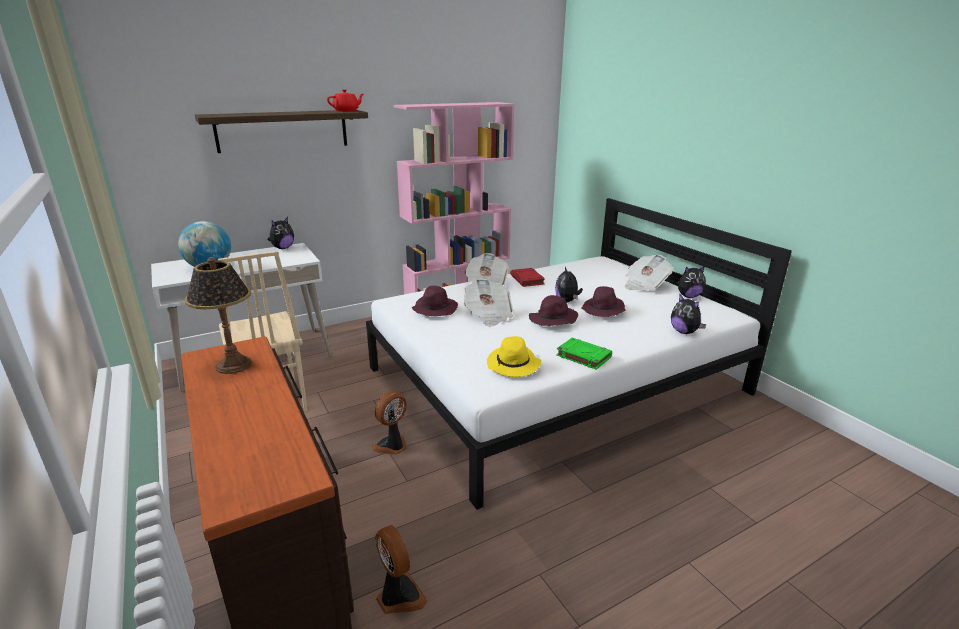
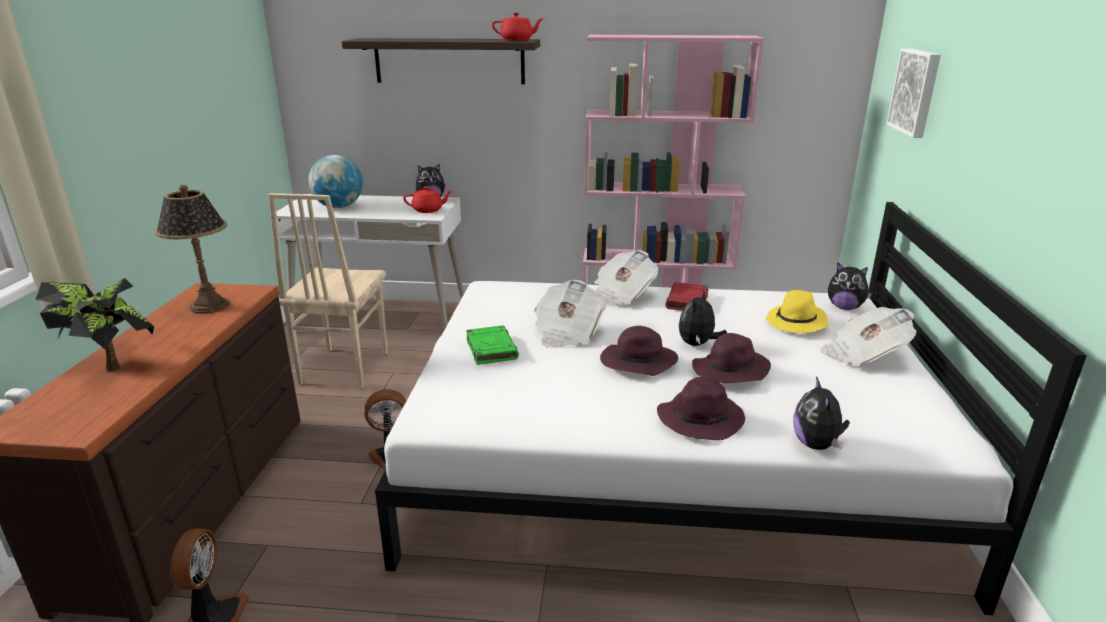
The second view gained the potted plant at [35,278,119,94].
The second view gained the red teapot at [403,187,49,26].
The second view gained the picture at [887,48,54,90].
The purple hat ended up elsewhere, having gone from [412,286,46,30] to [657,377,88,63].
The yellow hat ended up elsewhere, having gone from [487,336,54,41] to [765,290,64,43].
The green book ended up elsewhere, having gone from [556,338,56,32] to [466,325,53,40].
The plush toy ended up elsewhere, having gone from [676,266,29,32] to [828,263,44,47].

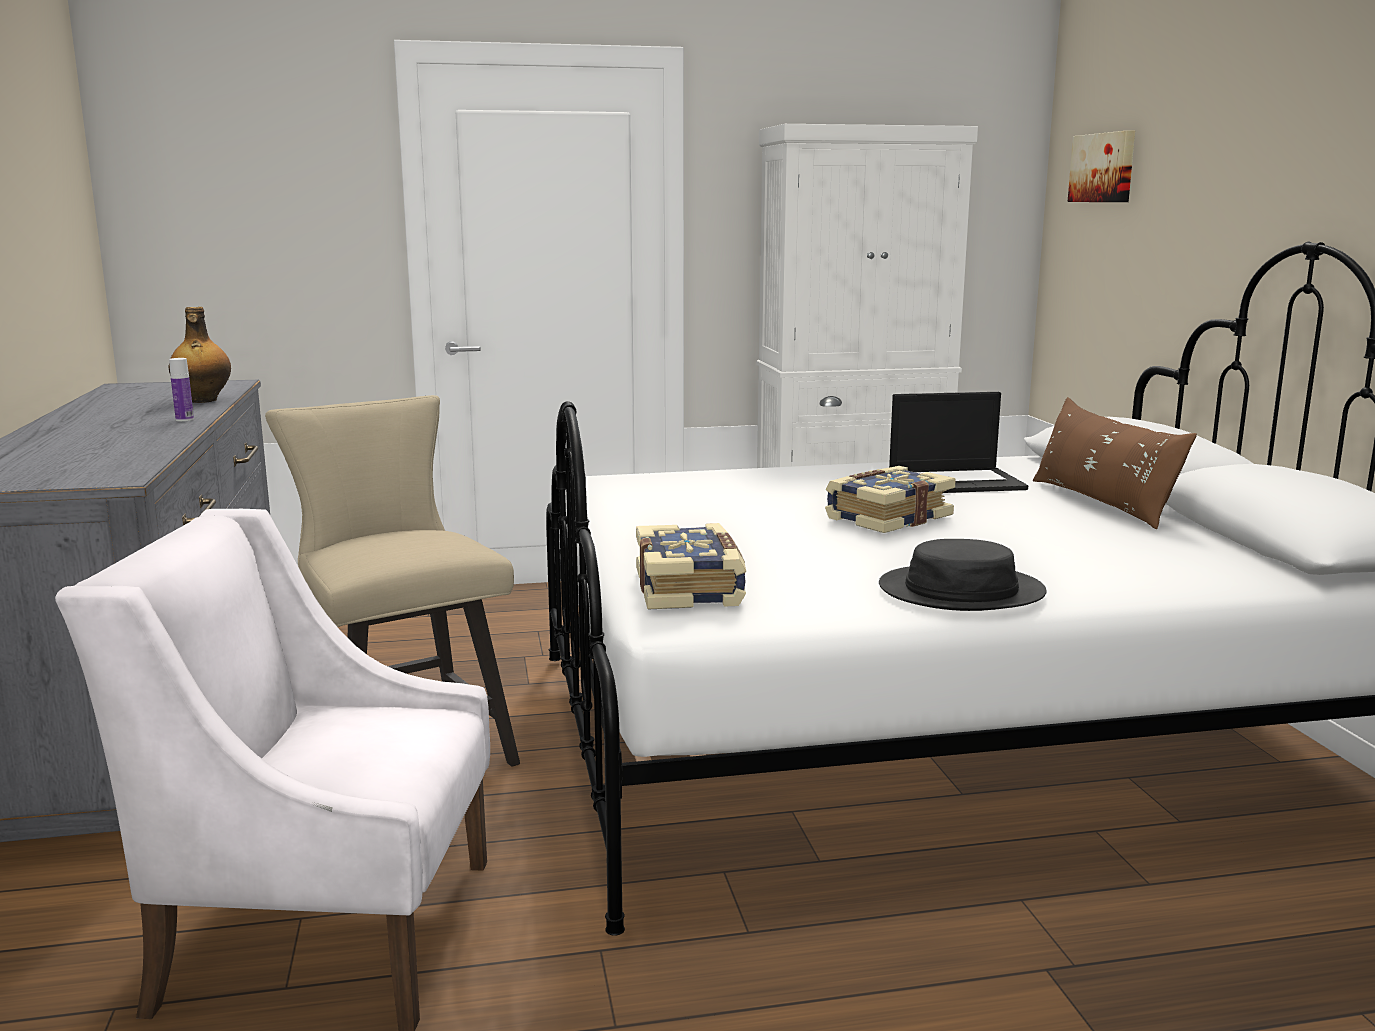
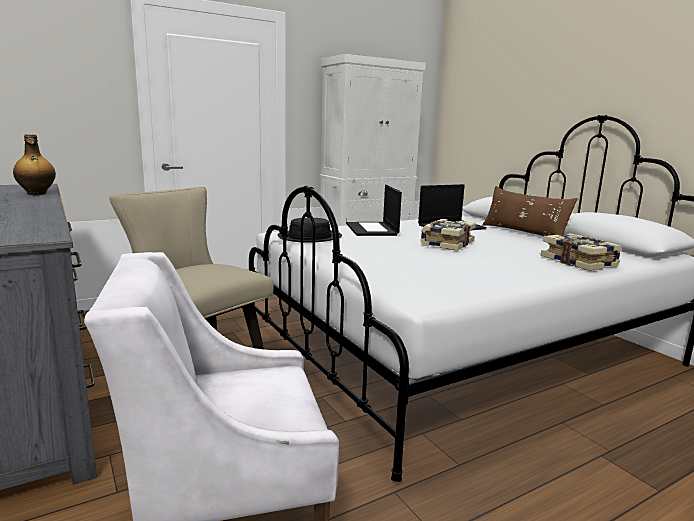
The second view lost the bottle at [169,358,25,63].
The second view lost the picture at [1068,131,67,71].
The second view gained the laptop at [346,185,56,51].
The book ended up elsewhere, having gone from [636,523,110,87] to [541,233,81,38].
The black hat ended up elsewhere, having gone from [879,539,168,72] to [278,218,64,25].

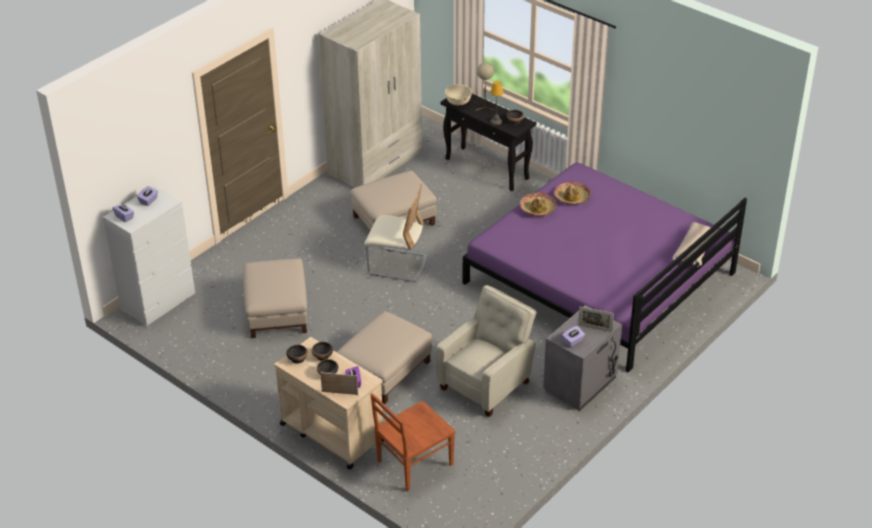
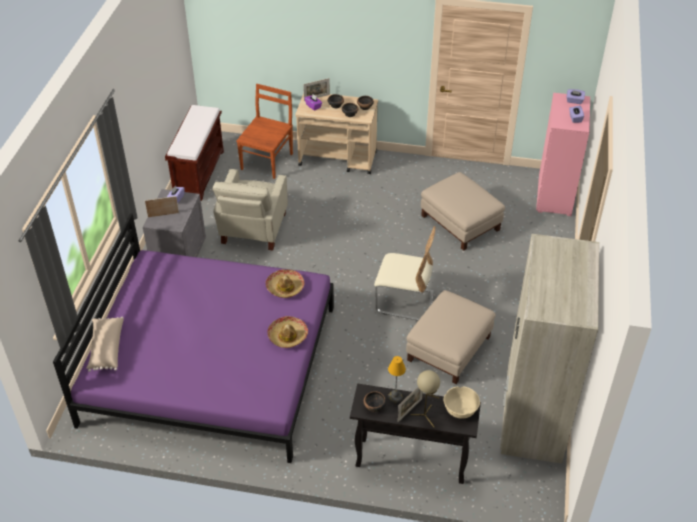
The second view lost the beige ottoman at [337,311,95,93].
The second view gained the brown bench at [165,105,59,96].
The second view gained the picture frame at [398,387,25,35].
The hat ended up elsewhere, having gone from [554,182,37,23] to [266,269,39,29].
What was the white dresser at [103,186,92,140] turned into the pink dresser at [536,93,54,123].
The beige chair at [364,184,63,98] ended up facing another way, 150 degrees counterclockwise from before.

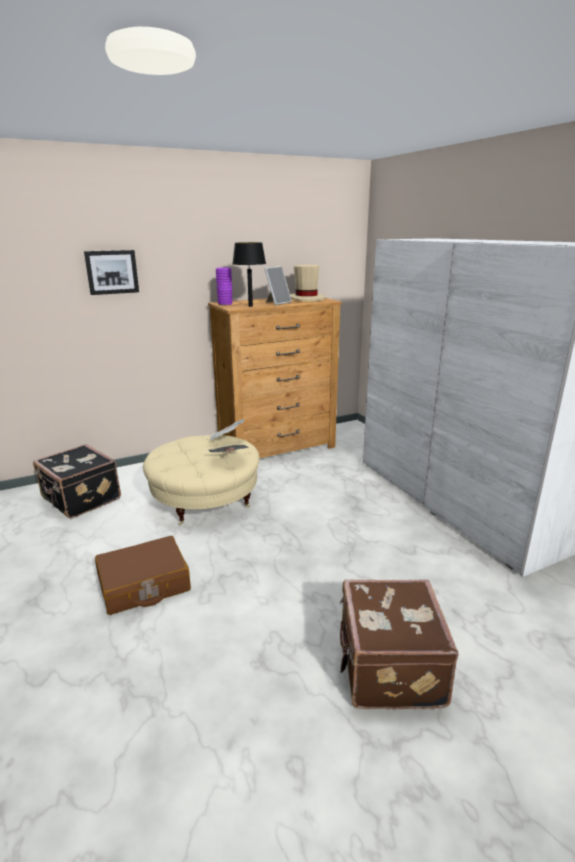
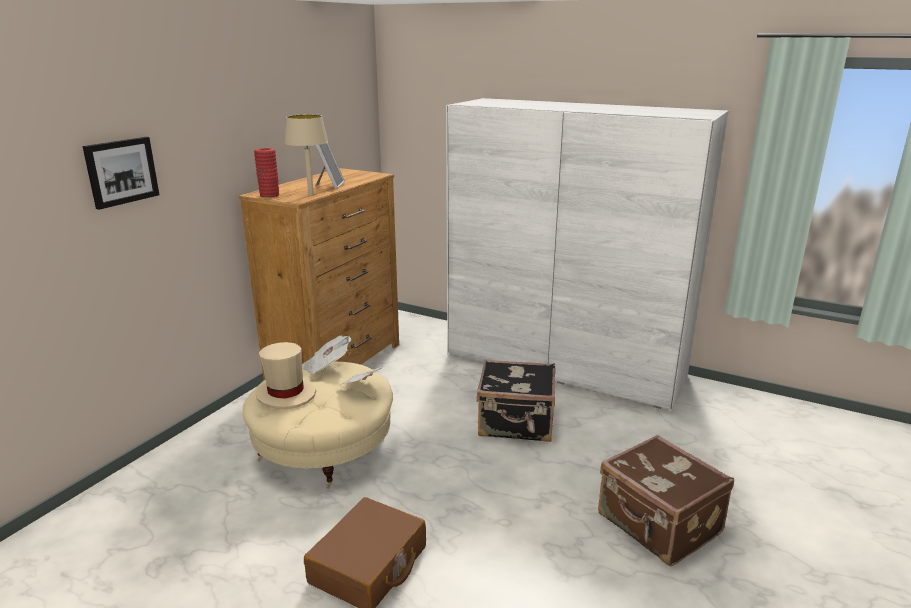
The black suitcase ended up elsewhere, having gone from [33,444,88,75] to [477,359,78,83].
The beige hat ended up elsewhere, having gone from [290,265,35,36] to [255,342,61,68].
What was the purple vase at [216,267,16,38] turned into the red vase at [254,148,25,50].
What was the black table lamp at [232,242,34,65] turned into the beige table lamp at [284,114,44,81].

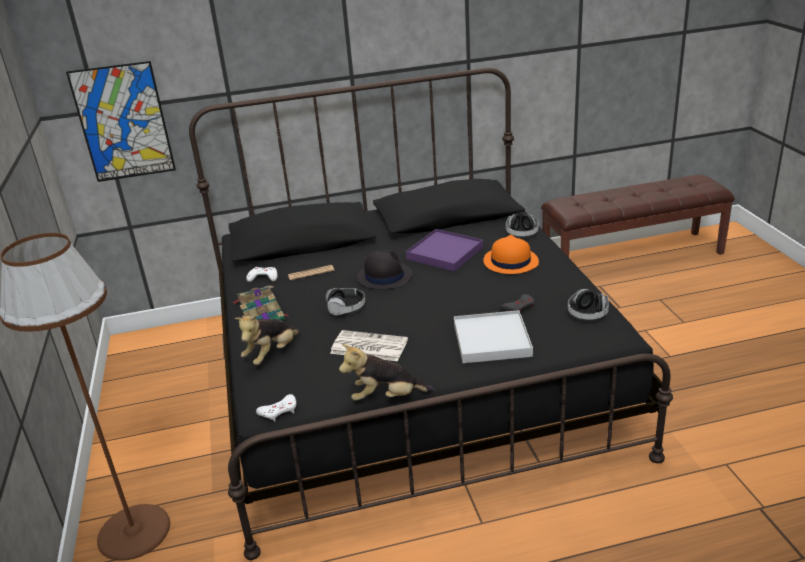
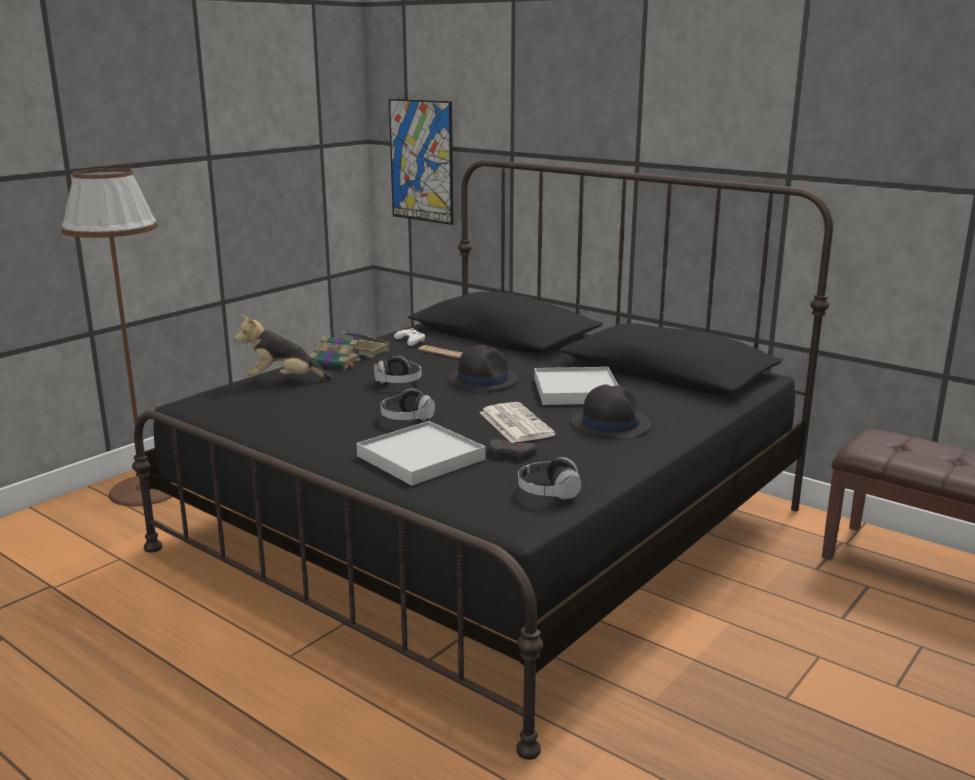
The second view lost the white game controller at [256,394,40,28].
The second view lost the plush toy at [339,344,96,57].
The newspaper ended up elsewhere, having gone from [330,330,78,31] to [479,402,77,41].
The headphones ended up elsewhere, having gone from [506,214,33,22] to [381,389,54,32].
What was the purple tray at [406,229,77,43] turned into the white tray at [534,367,85,38].
What was the orange hat at [483,235,56,39] turned into the black hat at [571,384,80,55].

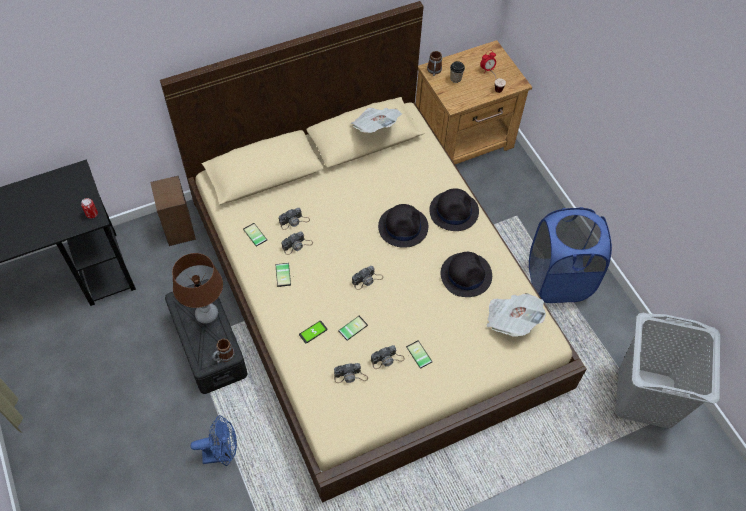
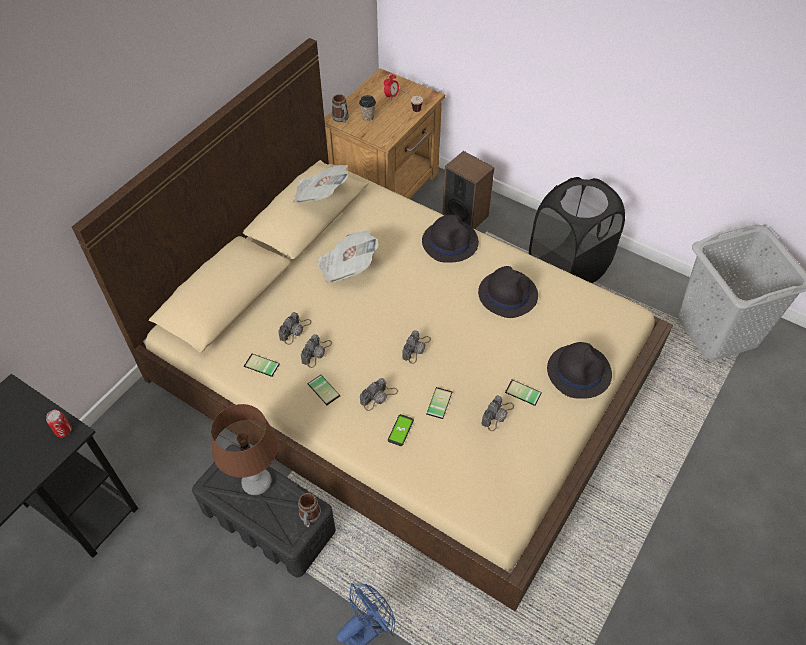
The speaker ended up elsewhere, having gone from [150,176,46,70] to [442,151,53,78].
The photo camera ended up elsewhere, having gone from [334,363,34,20] to [360,378,38,33].
The black hat ended up elsewhere, having gone from [378,204,50,44] to [547,342,65,57].
The newspaper ended up elsewhere, having gone from [486,293,60,44] to [317,230,62,53].
What was the blue laundry basket at [529,207,83,96] turned into the black laundry basket at [529,177,96,106].

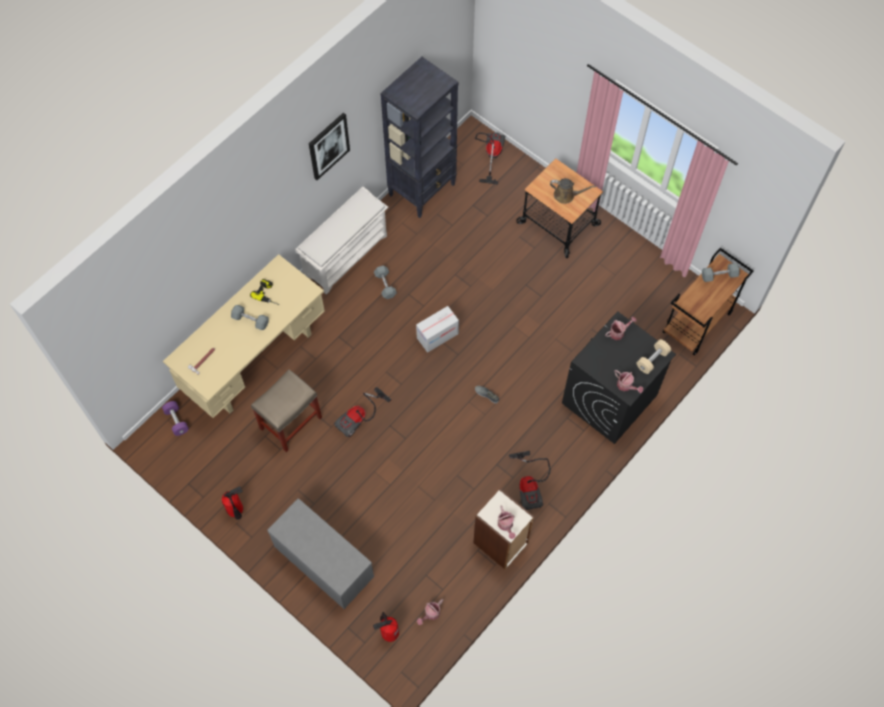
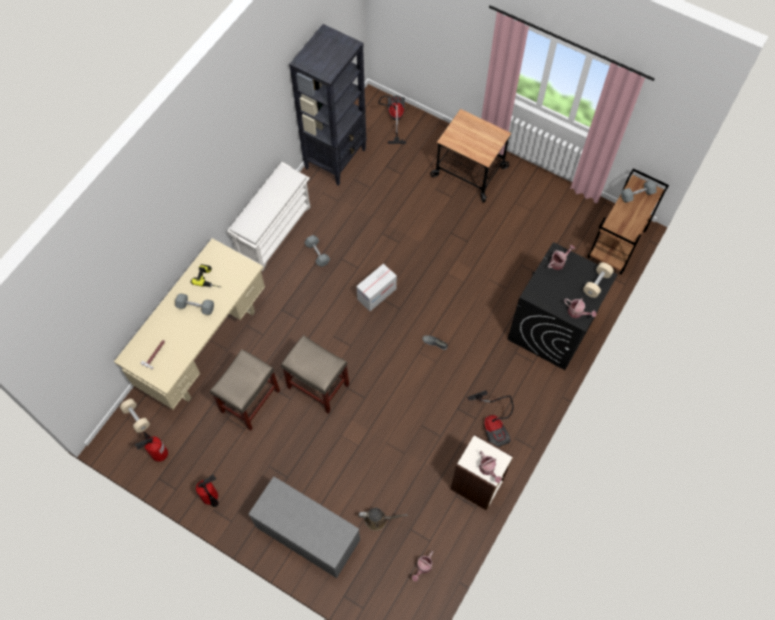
The second view lost the picture at [309,113,41,67].
The fire extinguisher ended up elsewhere, having gone from [373,612,26,30] to [135,432,33,30].
The brown watering can ended up elsewhere, having gone from [550,178,46,26] to [358,508,50,23].
Where the vacuum cleaner stood at [334,387,57,51], the beige stool came to stand at [281,335,68,78].
What was the purple dumbbell at [162,401,27,35] turned into the beige dumbbell at [120,399,30,34].

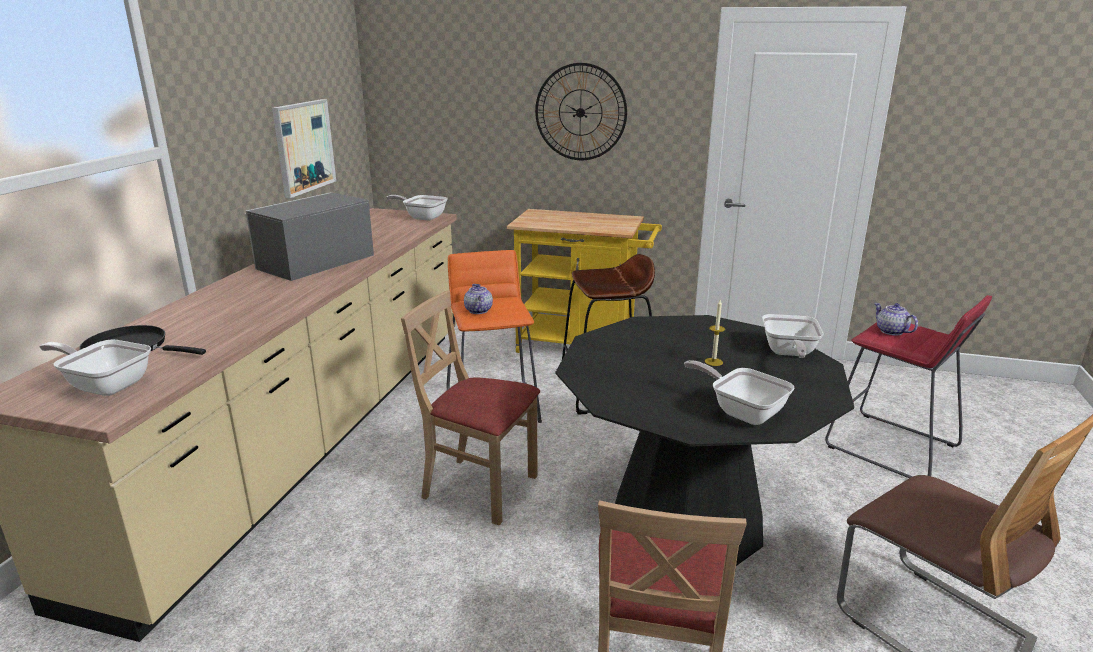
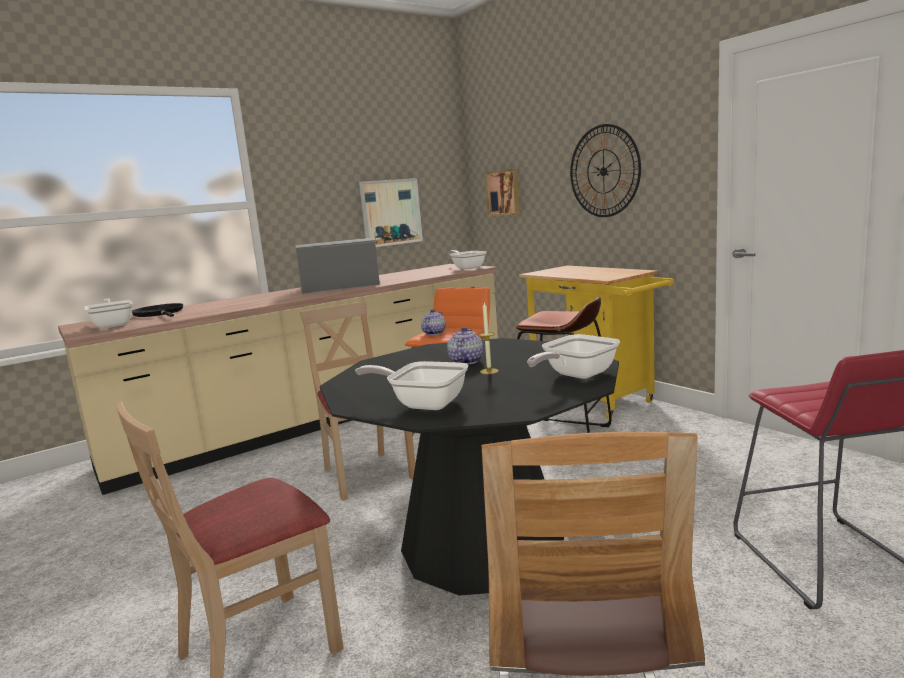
The second view gained the picture at [485,169,35,47].
The teapot ended up elsewhere, having gone from [874,303,44,33] to [447,327,36,38].
The frying pan at [684,360,110,65] ended up facing another way, 60 degrees counterclockwise from before.

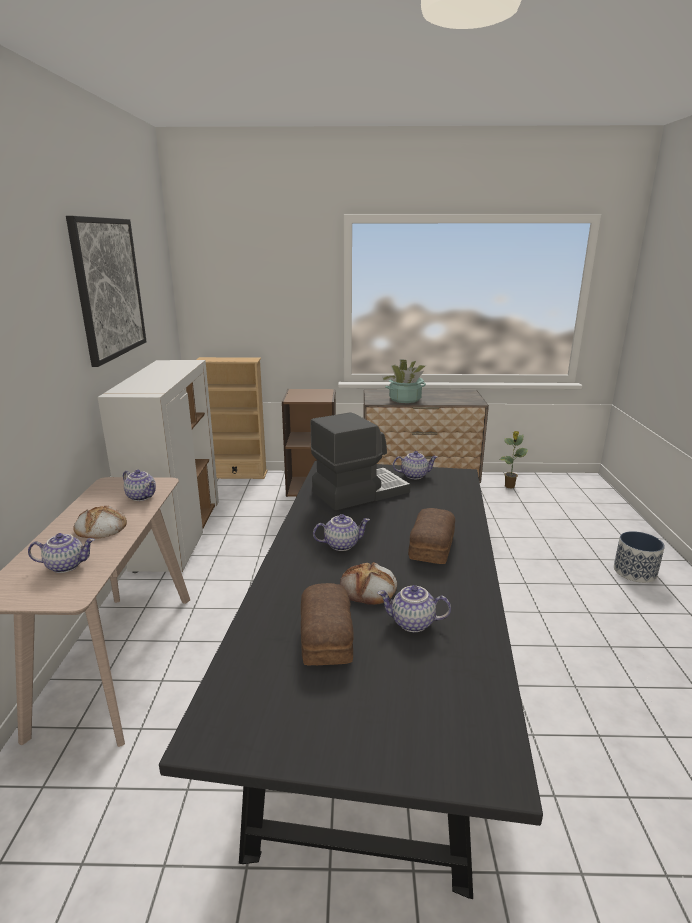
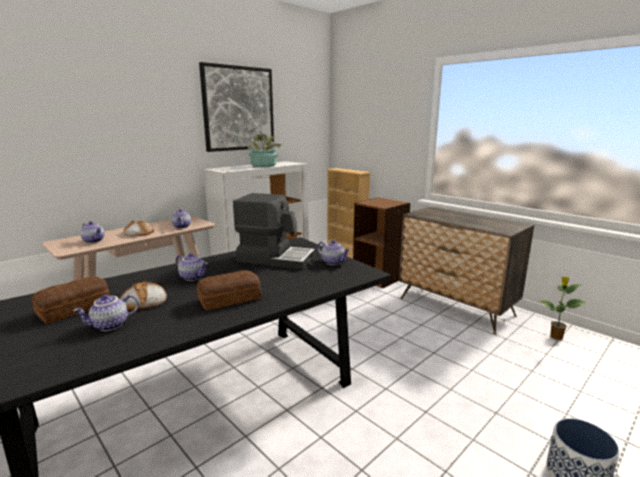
The potted plant ended up elsewhere, having gone from [382,359,44,44] to [247,134,35,33].
The teapot at [377,585,74,47] ended up facing another way, 90 degrees counterclockwise from before.

